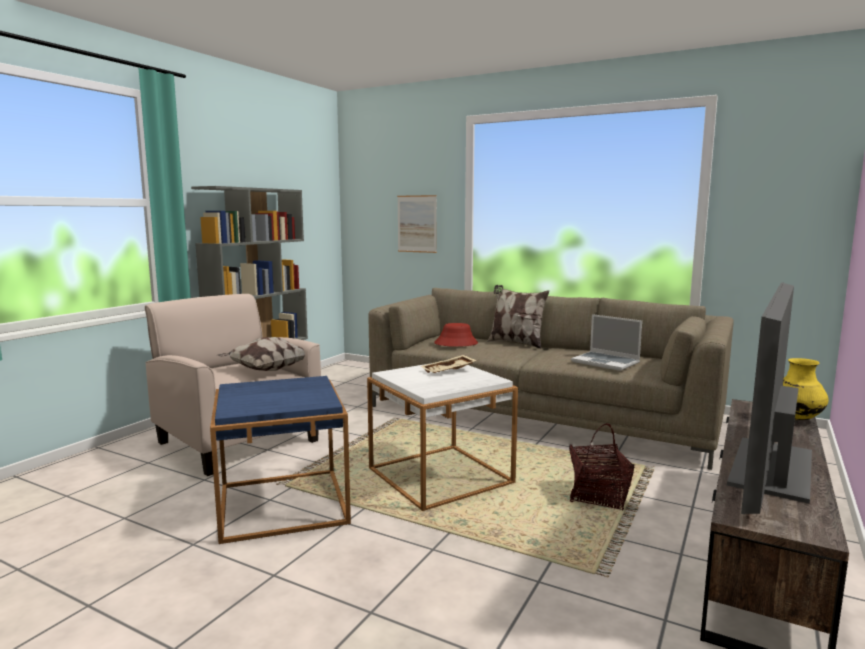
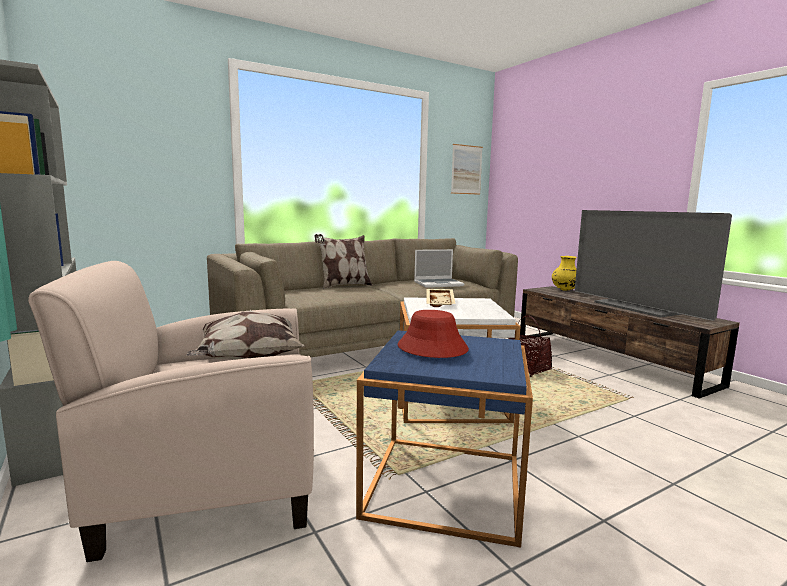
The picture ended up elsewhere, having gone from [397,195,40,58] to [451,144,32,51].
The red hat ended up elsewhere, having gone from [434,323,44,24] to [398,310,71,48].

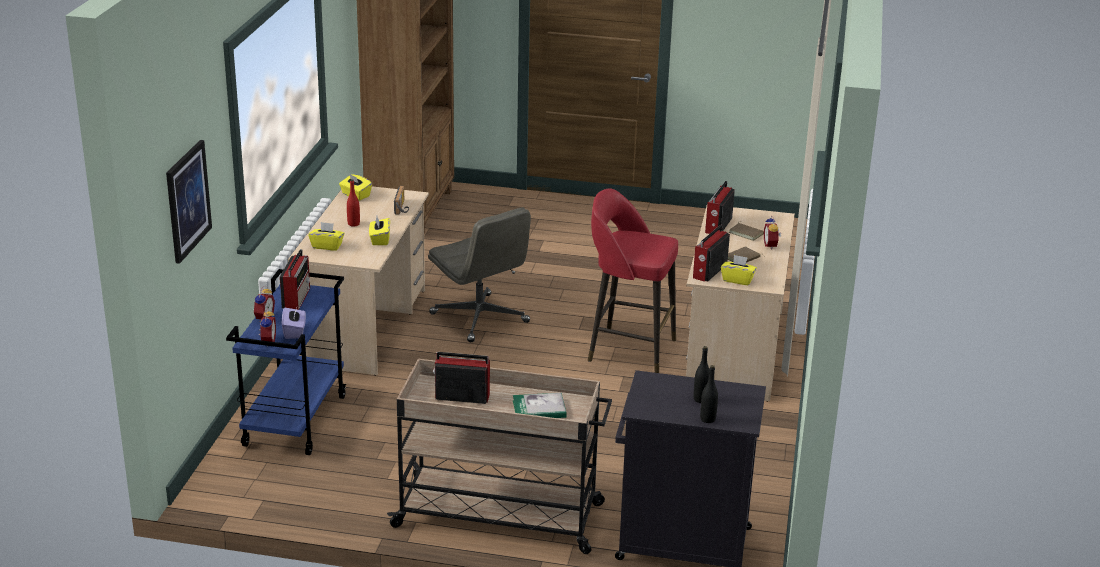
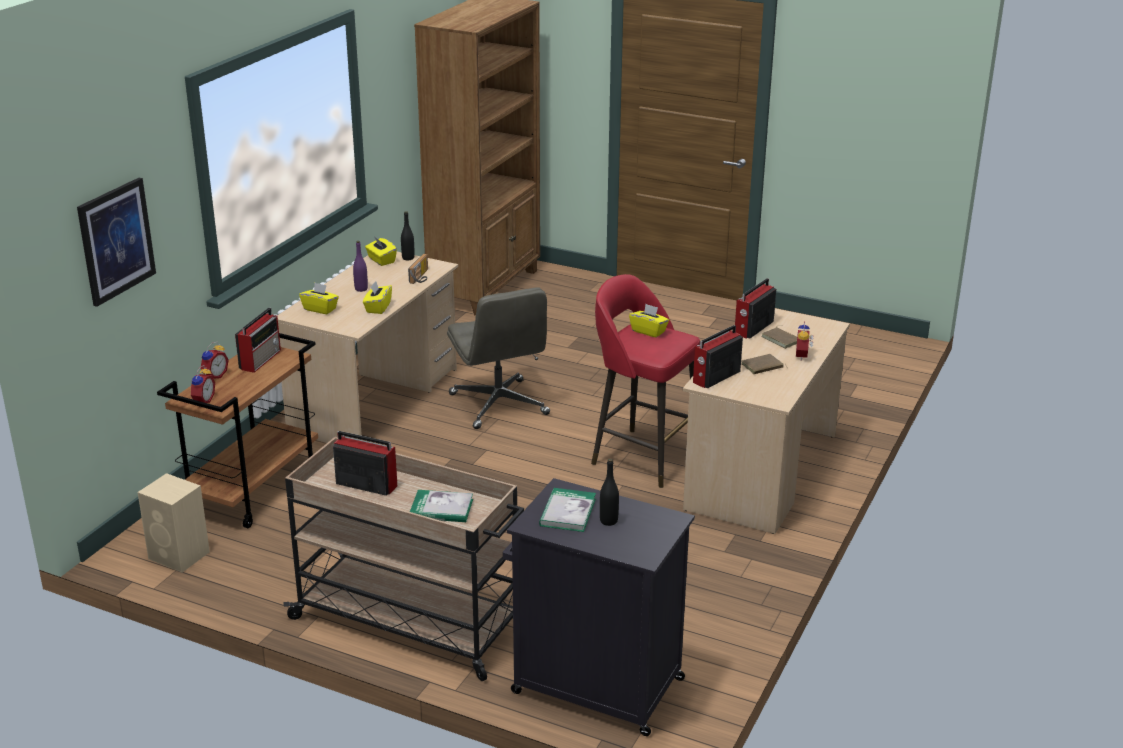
The second view lost the purple tissue box at [282,305,24,34].
The second view gained the beige speaker at [138,473,72,99].
The second view gained the book at [539,488,57,44].
The black bottle ended up elsewhere, having gone from [700,365,18,58] to [401,211,14,49].
The yellow tissue box ended up elsewhere, having gone from [721,255,36,30] to [629,304,40,34].
What was the blue cart at [226,269,120,186] turned into the brown cart at [157,333,161,195].
What was the red bottle at [347,179,13,48] turned into the purple bottle at [353,241,15,51].

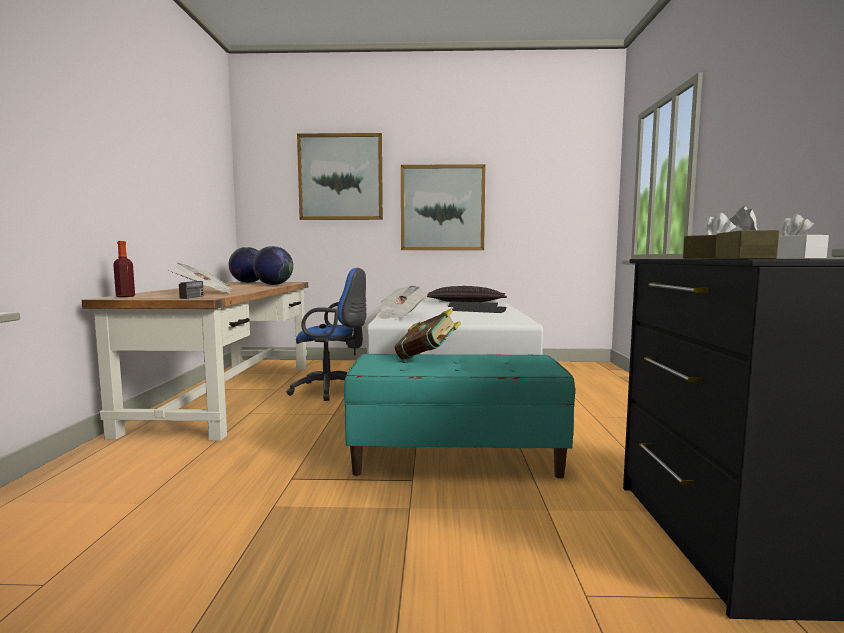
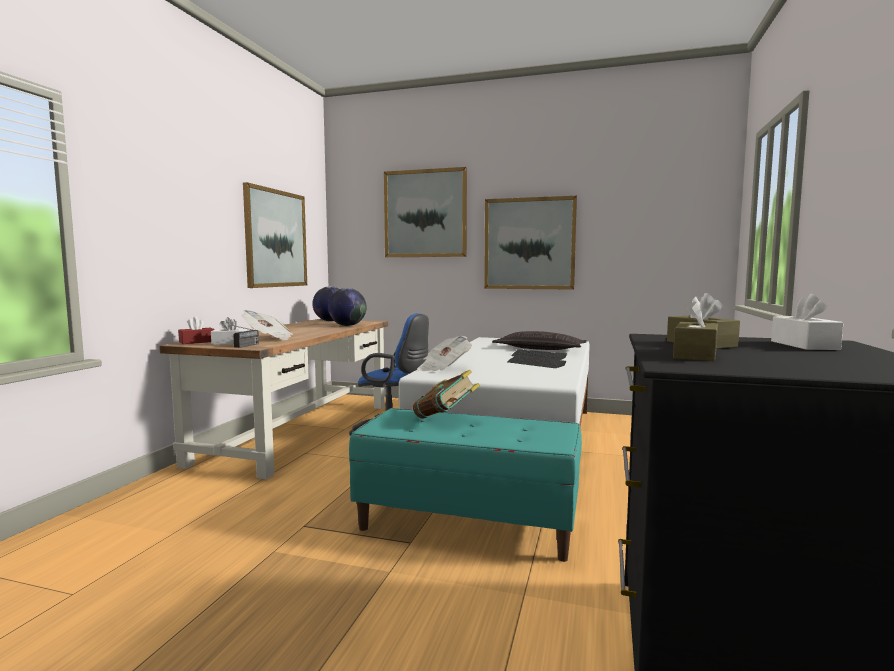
The second view gained the white tissue box at [211,317,36,28].
The second view gained the picture at [243,182,64,106].
Where the bottle stood at [113,241,22,56], the red tissue box came to stand at [178,316,36,28].

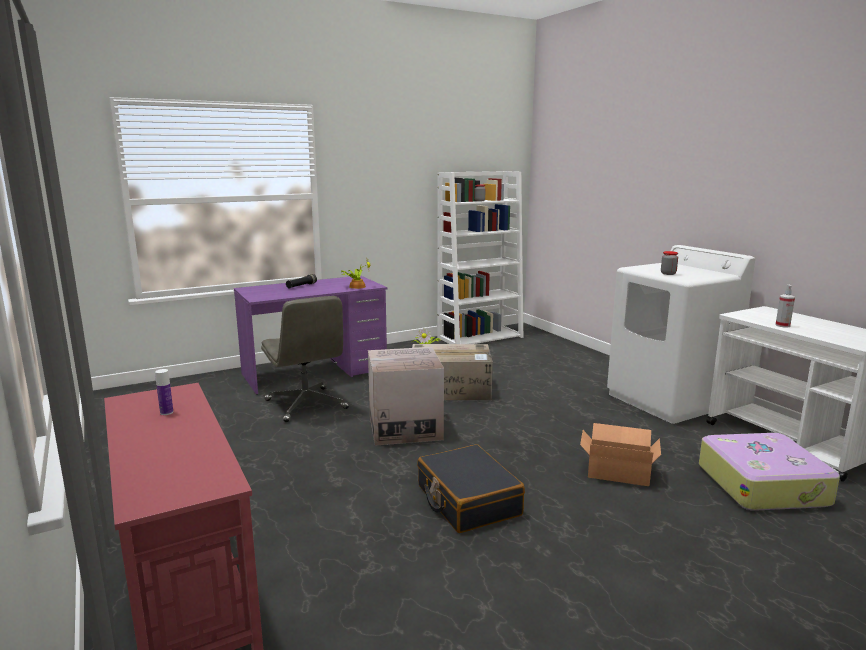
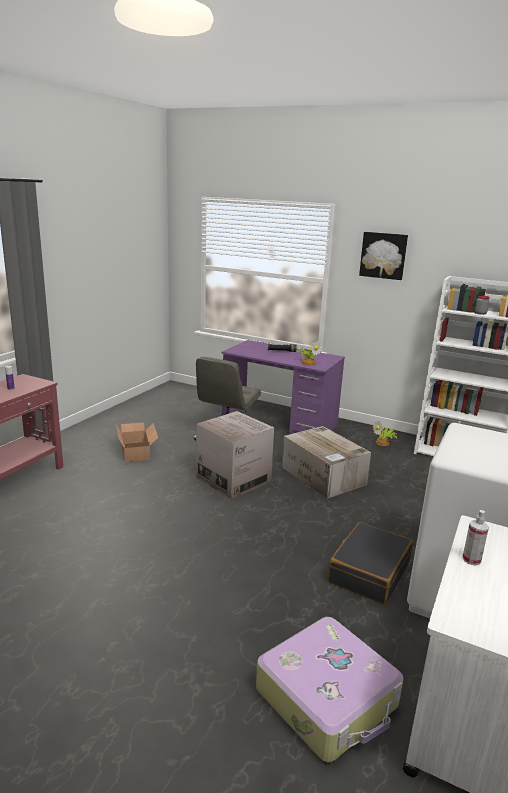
The second view lost the jar at [661,251,17,24].
The second view gained the picture at [359,232,49,48].
The black suitcase ended up elsewhere, having gone from [417,444,108,89] to [328,522,85,83].
The cardboard box ended up elsewhere, having gone from [580,423,81,63] to [116,422,42,40].

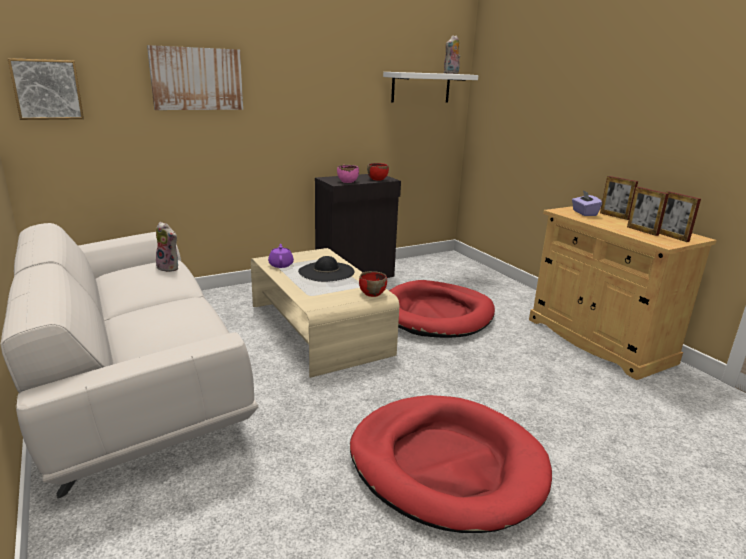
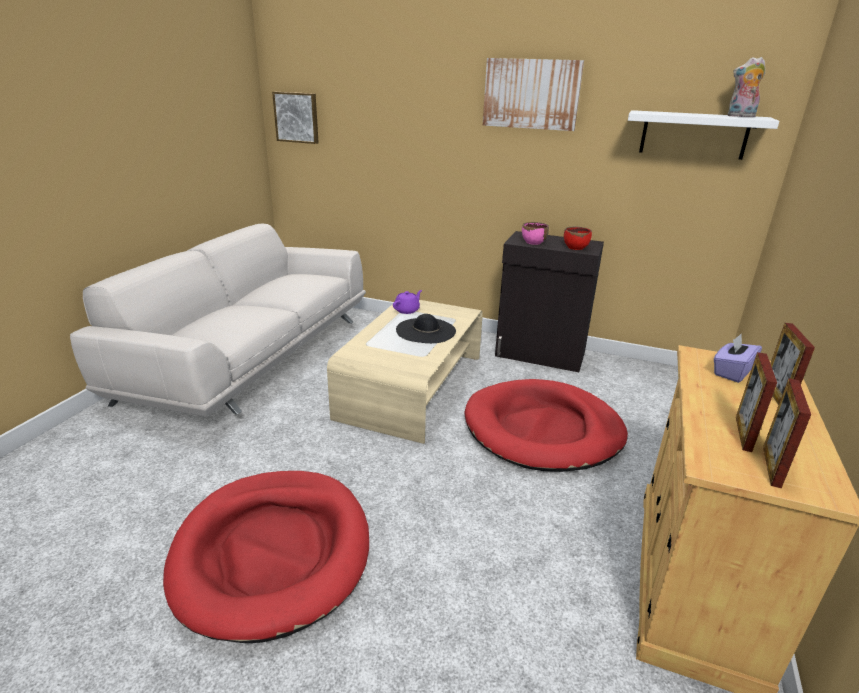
The second view lost the plush toy at [156,222,22,50].
The second view lost the red bowl at [359,271,28,26].
The picture ended up elsewhere, having gone from [147,45,96,65] to [483,58,101,73].

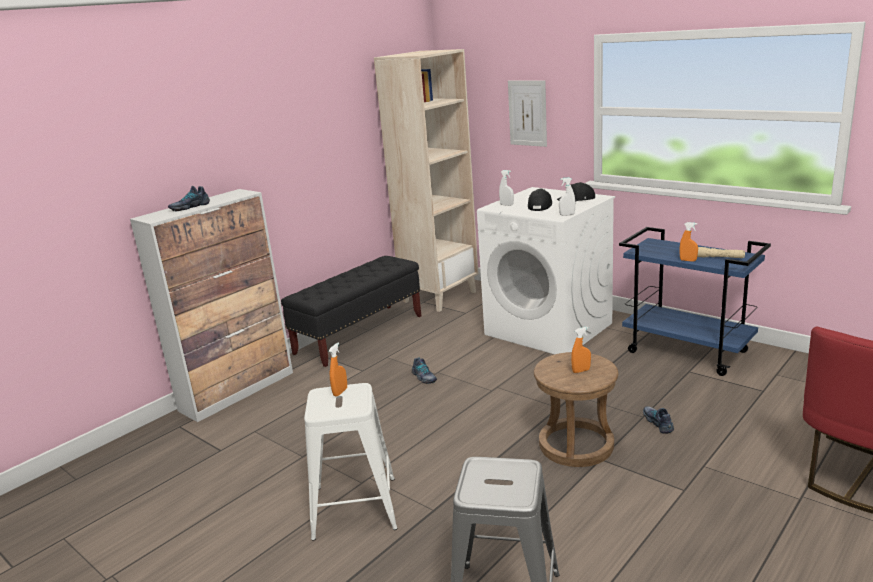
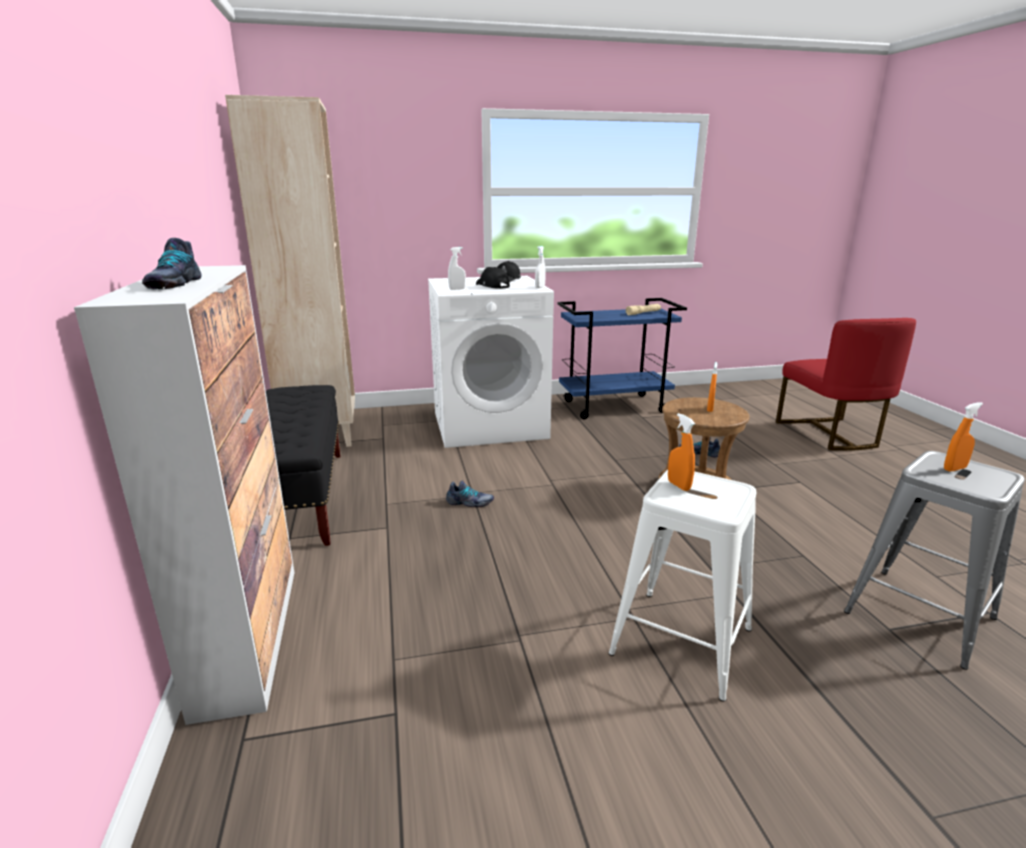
The second view lost the picture at [508,80,39,67].
The orange spray bottle ended up elsewhere, having gone from [680,222,18,40] to [944,402,39,69].

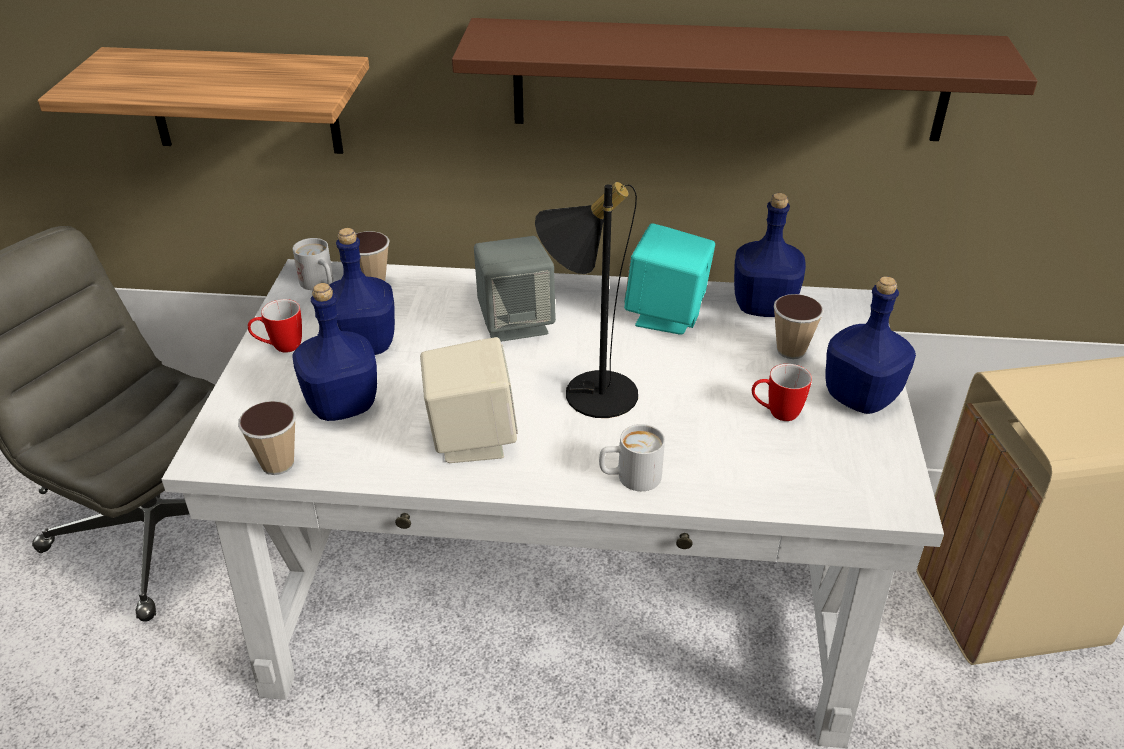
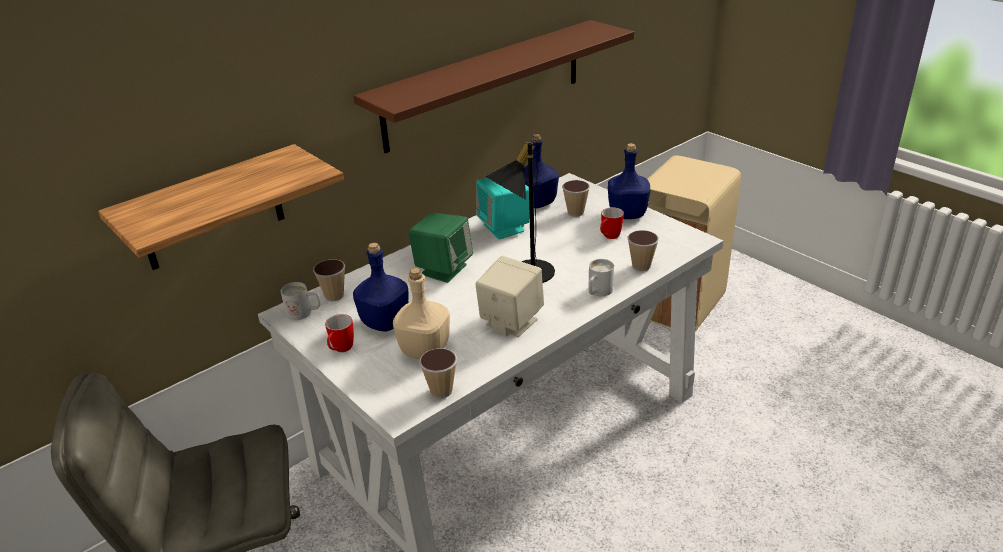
The second view gained the cup at [628,230,31,41].
What was the blue bottle at [292,283,85,138] turned into the beige bottle at [393,268,57,91].
What was the grey speaker at [474,236,82,106] turned into the green speaker at [408,213,65,70].

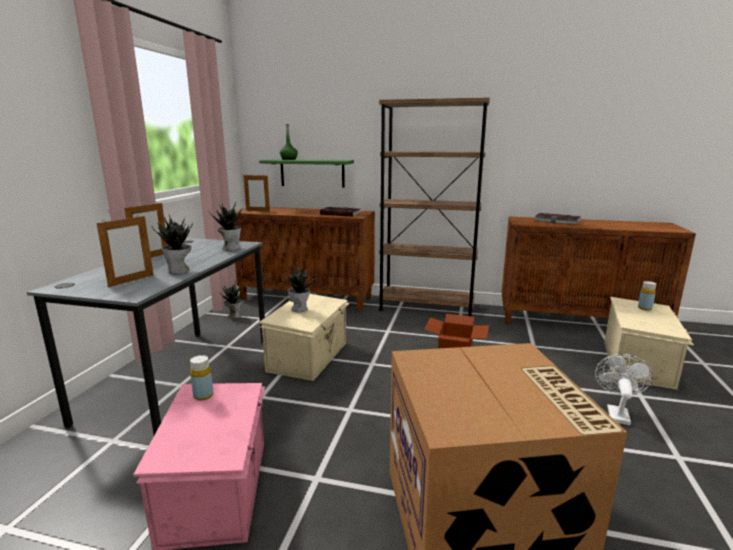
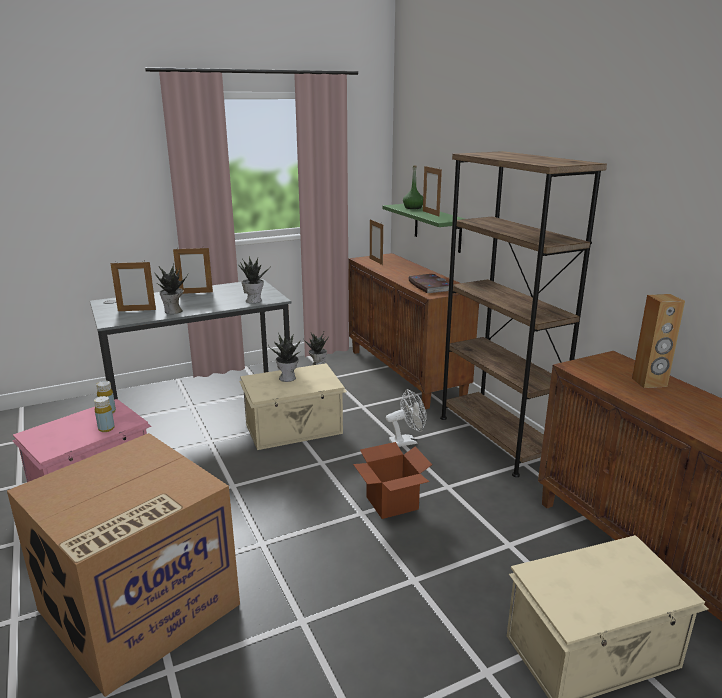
The second view gained the picture frame at [423,166,19,51].
The white fan ended up elsewhere, having gone from [595,354,58,71] to [386,389,41,58].
The yellow bottle ended up elsewhere, having gone from [638,281,19,30] to [94,396,21,36].
Where the book stood at [534,213,47,12], the brown speaker came to stand at [632,294,53,94].

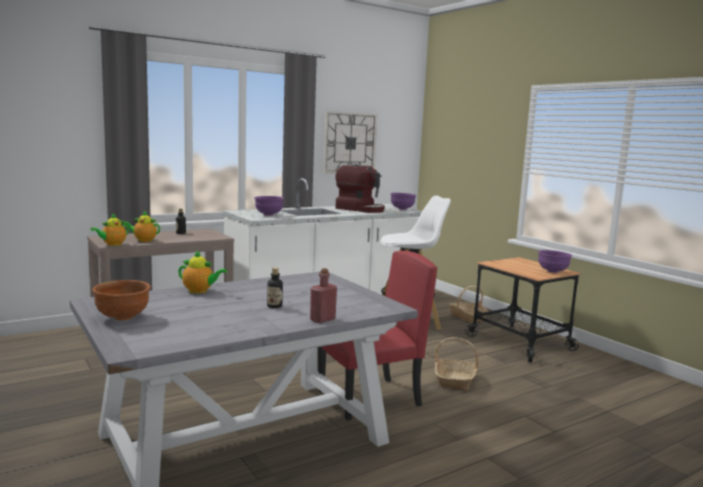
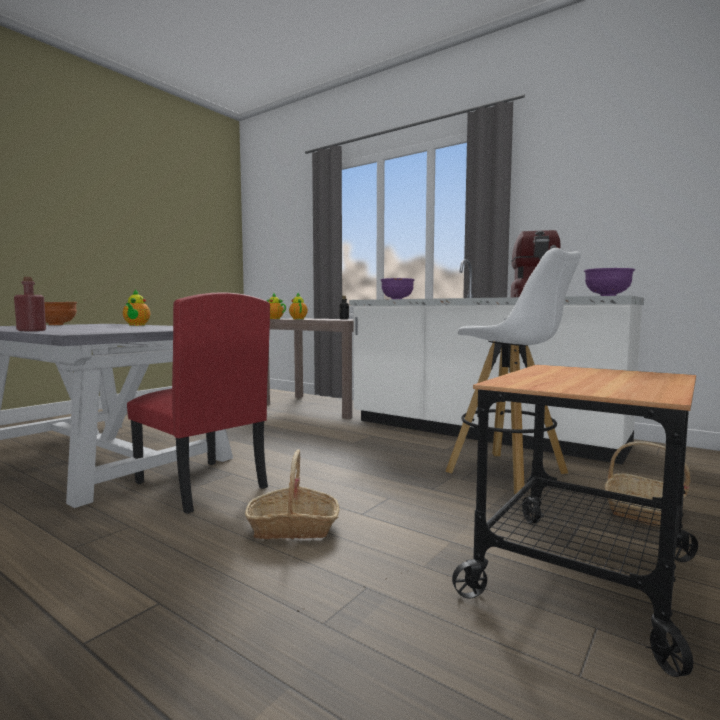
The second view lost the bottle at [267,267,16,41].
The second view lost the wall clock at [323,111,55,63].
The second view lost the purple bowl at [538,250,34,23].

